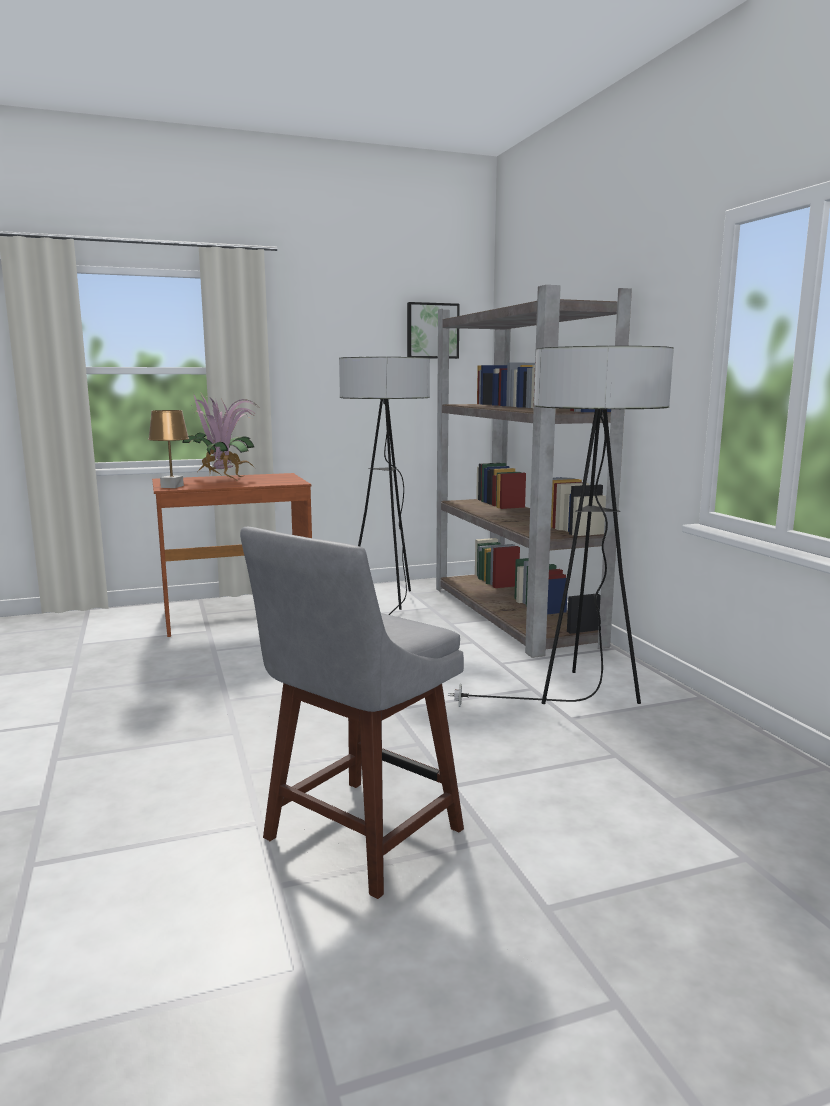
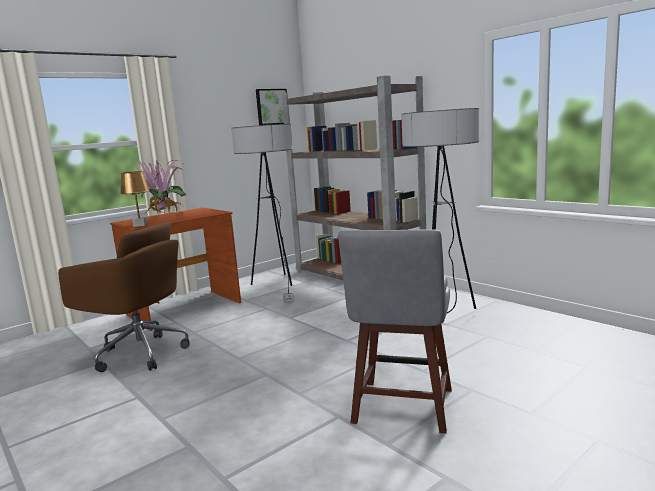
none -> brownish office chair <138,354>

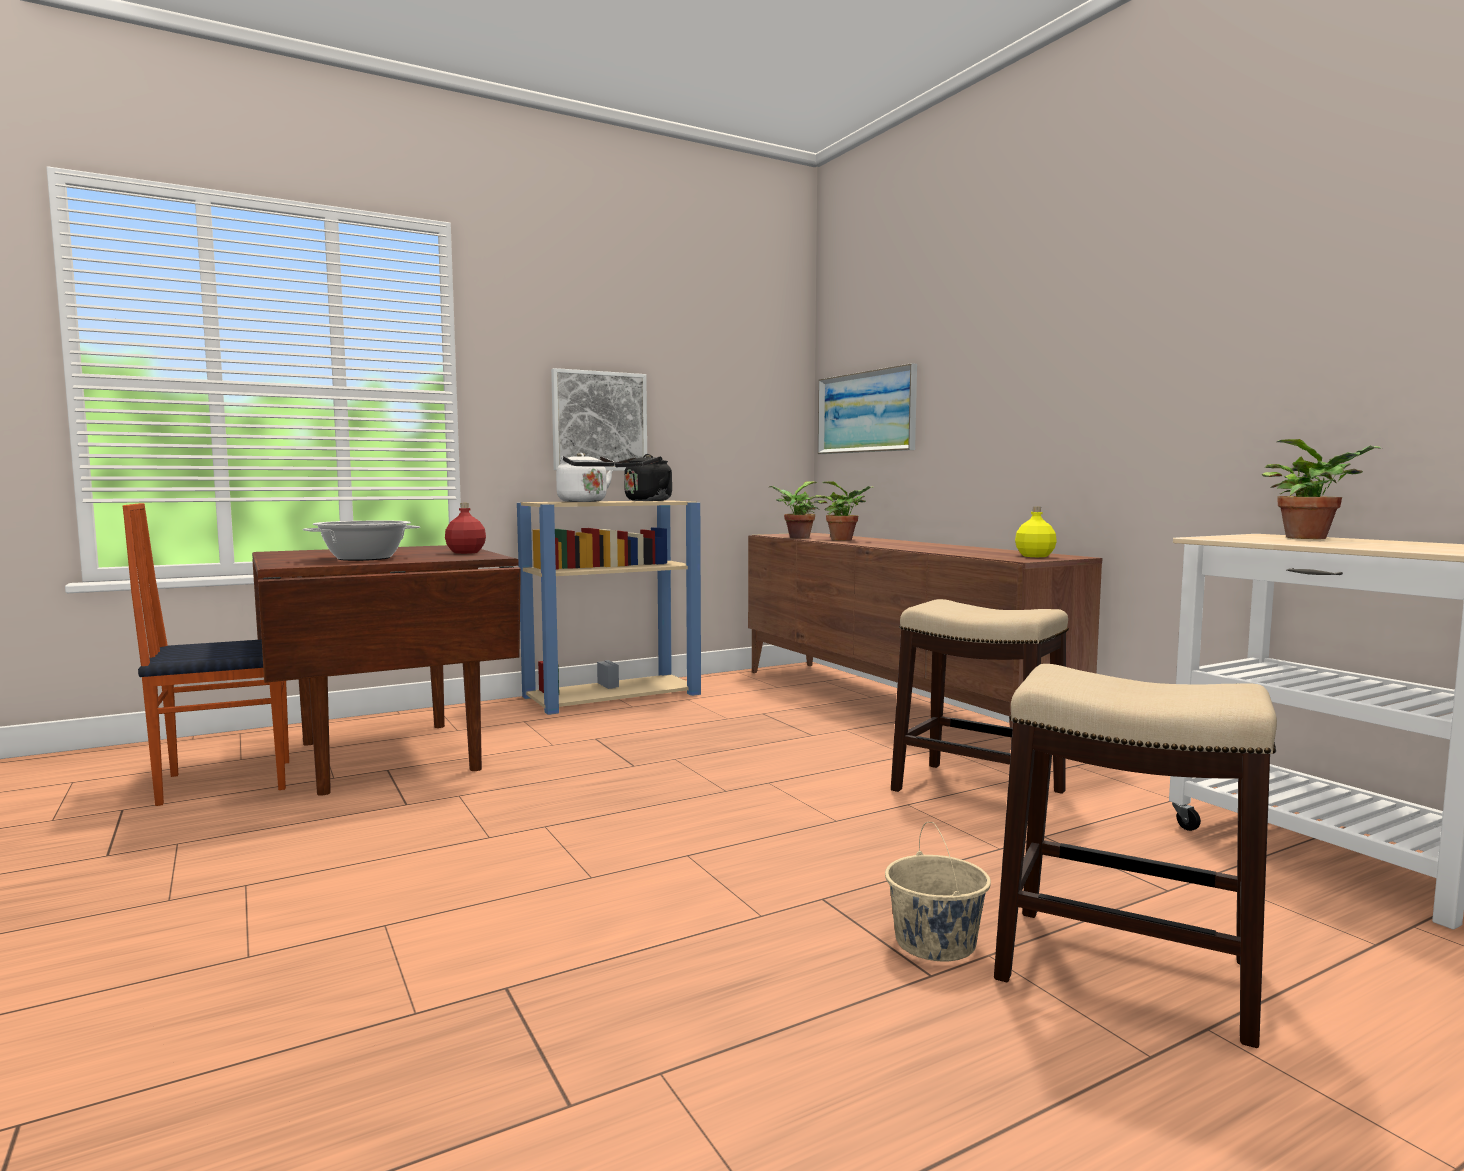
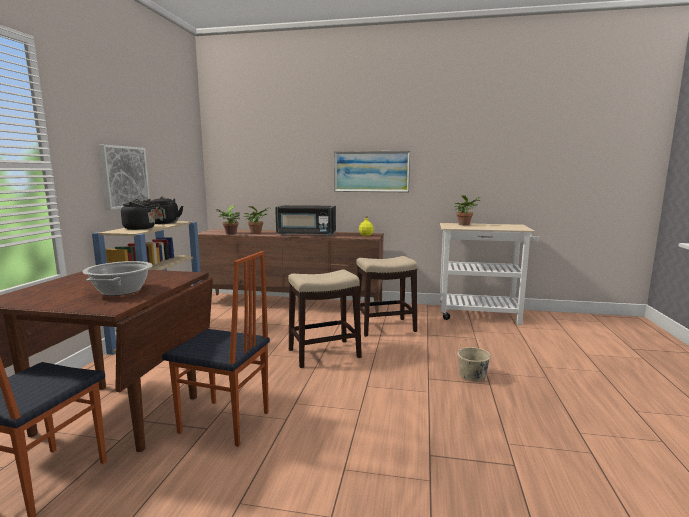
picture <866,412> -> picture <371,171>, moved
whitish tea kettle <584,501> -> black tea kettle <142,228>
red-coloured drink bottle <465,552> -> none
stool <1128,971> -> stool <325,353>, moved
none -> black microwave <306,235>
none -> upright chair <224,423>

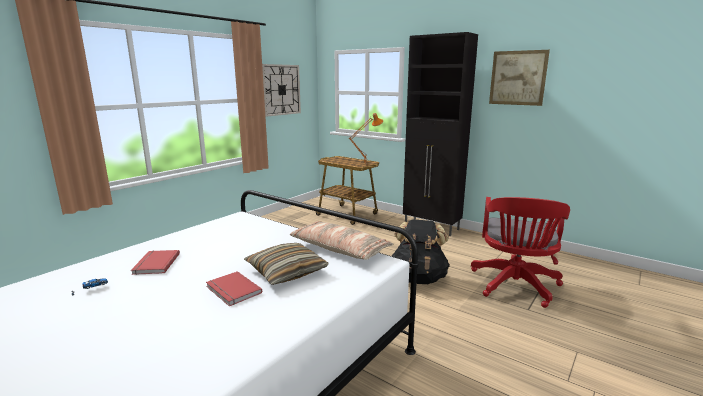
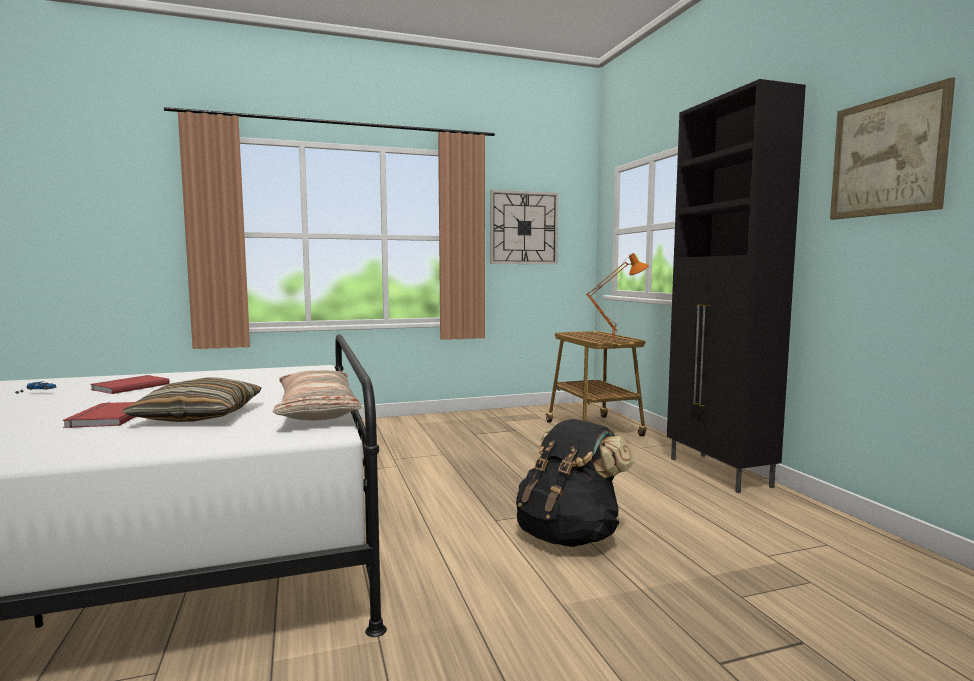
red-coloured office chair <515,286> -> none

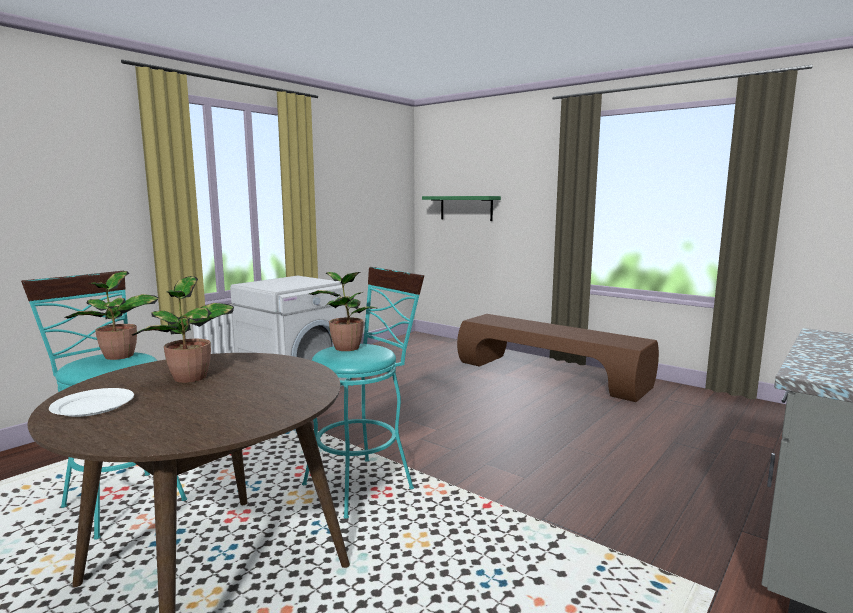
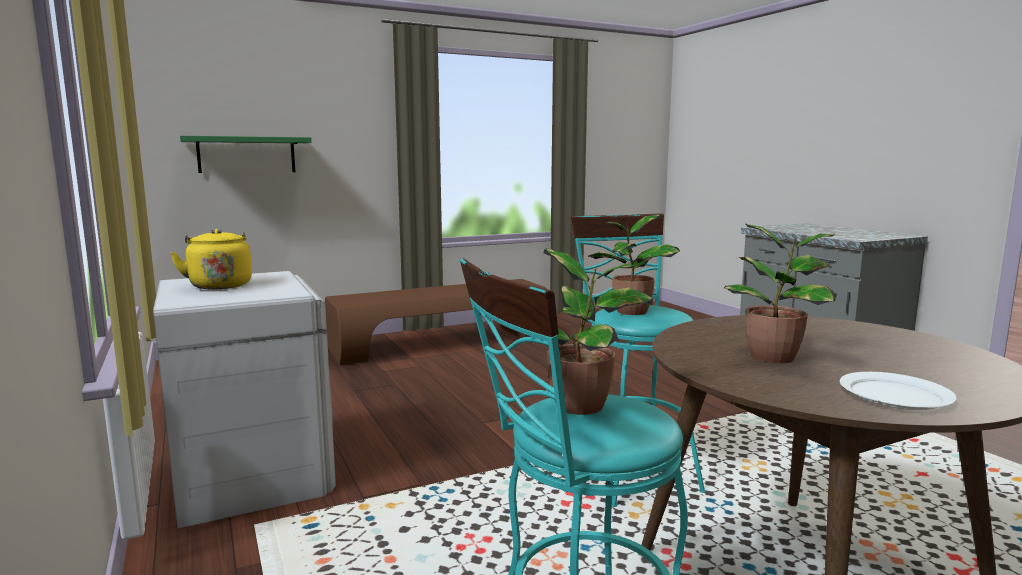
none -> yellow-coloured tea kettle <220,285>

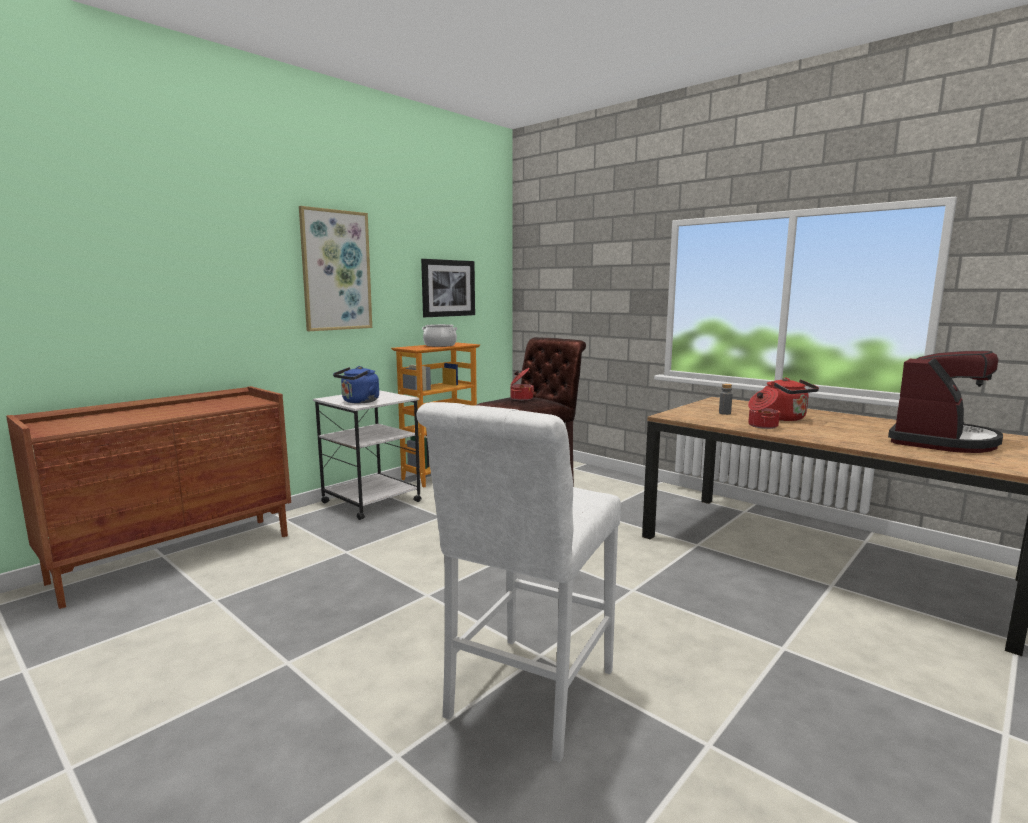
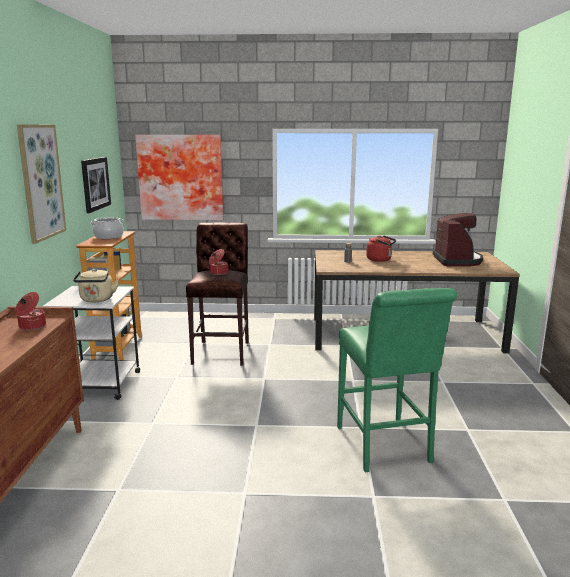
blue-coloured tea kettle <359,402> -> beige-coloured tea kettle <96,300>
stockpot <762,426> -> stockpot <31,326>, moved
whitish stool <525,698> -> greenish stool <384,447>
none -> picture <181,177>

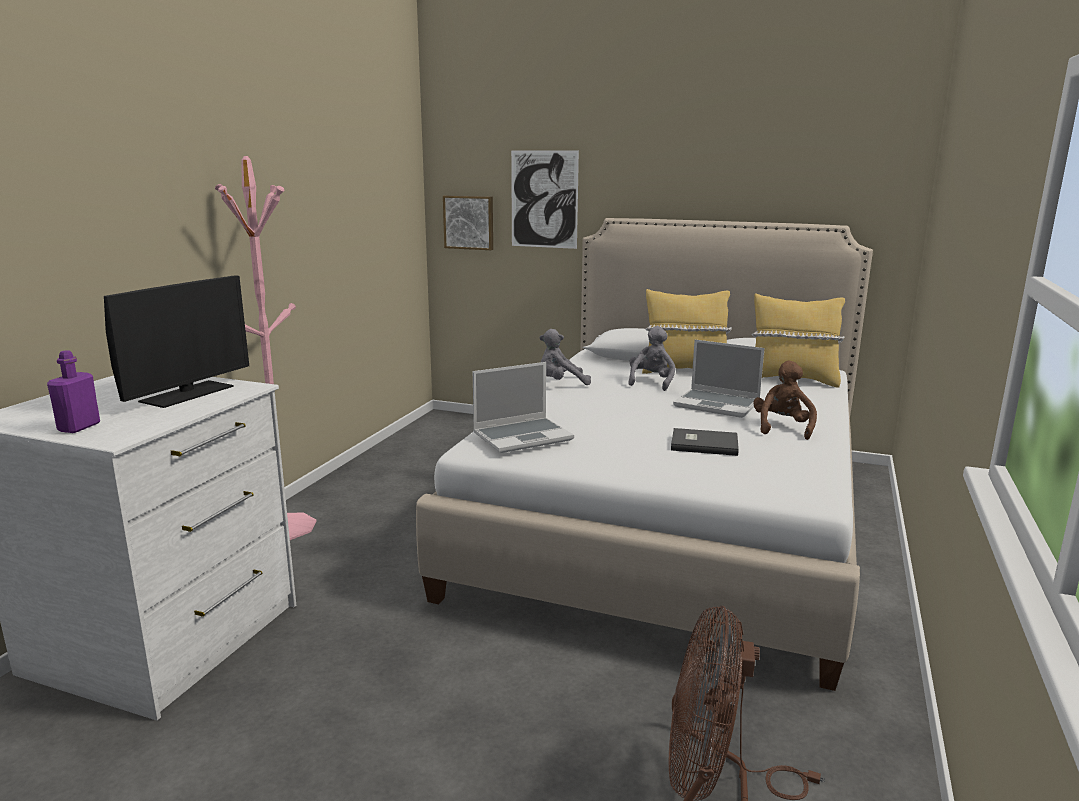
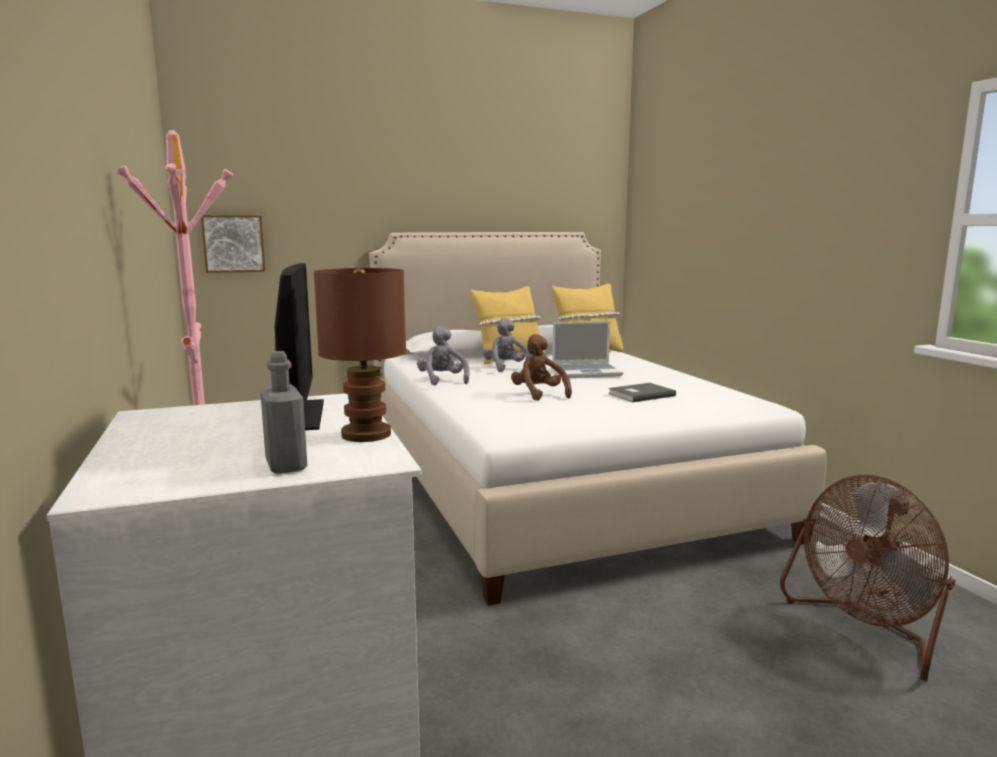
picture <544,199> -> none
gray plush toy <561,383> -> gray plush toy <442,380>, 120 degrees clockwise
purple drink bottle <79,427> -> gray drink bottle <286,465>
brownish plush toy <782,428> -> brownish plush toy <539,394>, moved
notebook computer <523,436> -> none
none -> brownish lamp for a table <367,434>

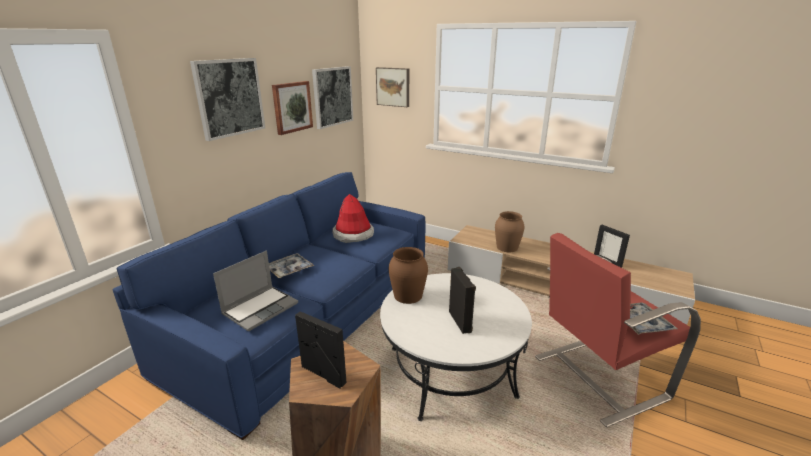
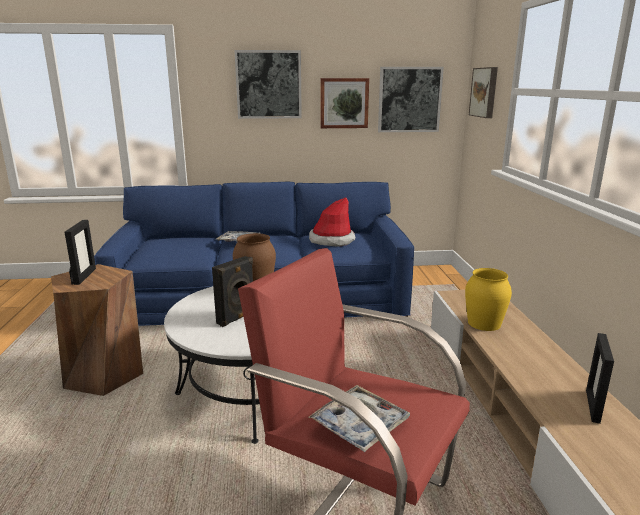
brownish vase <507,247> -> yellow-coloured vase <483,323>
notebook computer <260,308> -> none

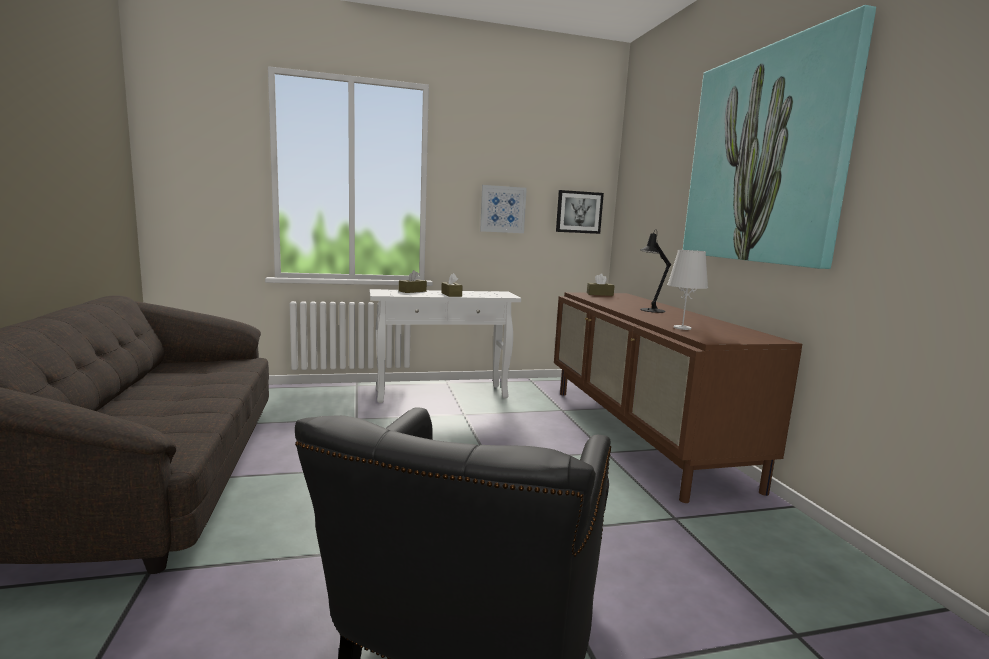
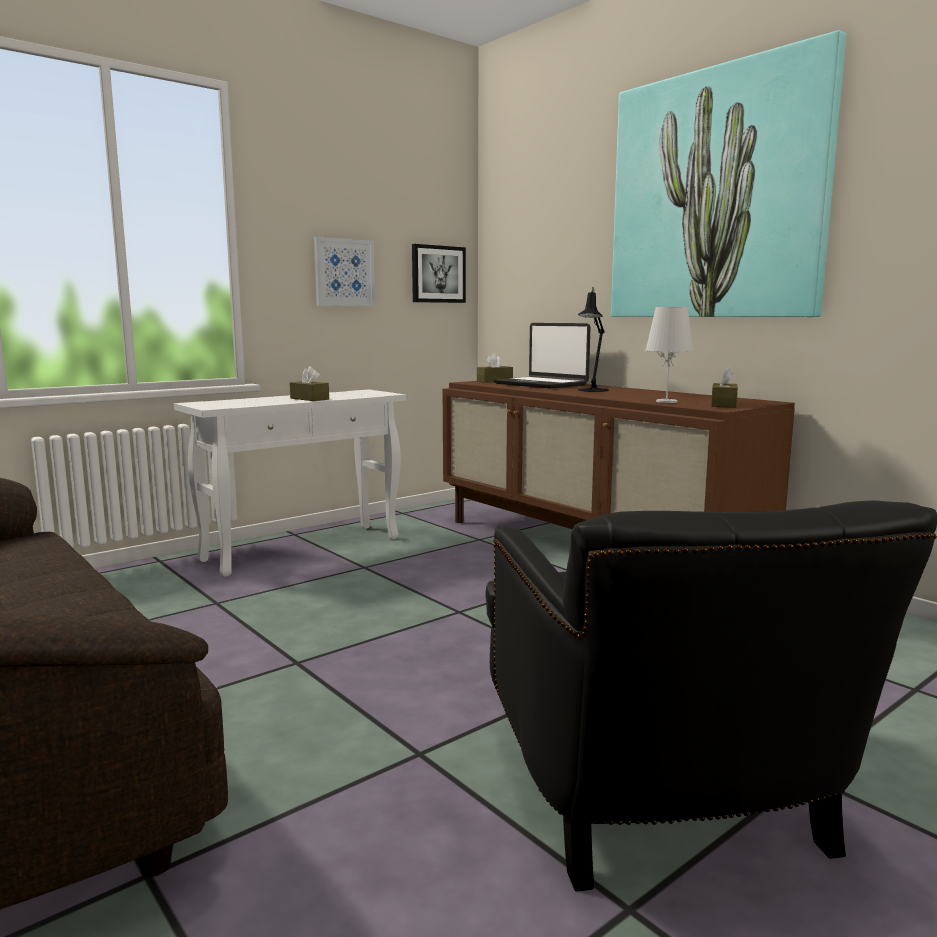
brownish tissue box <412,291> -> brownish tissue box <723,404>, moved
none -> notebook computer <541,384>

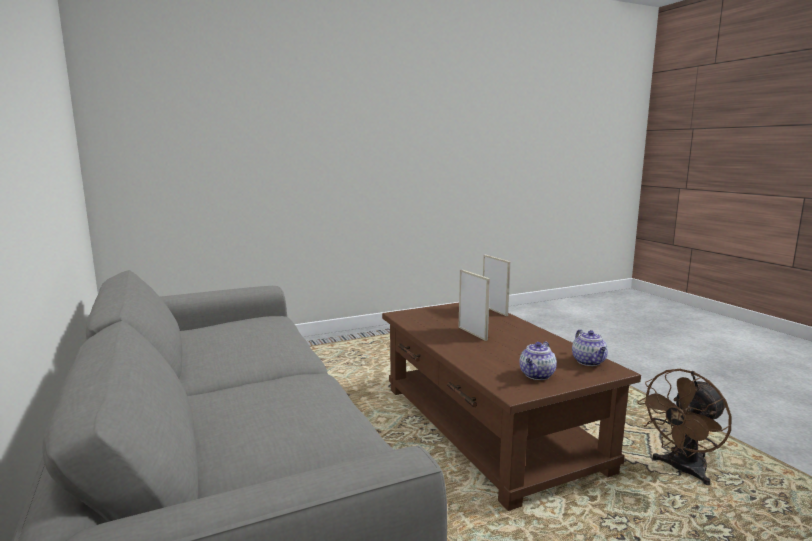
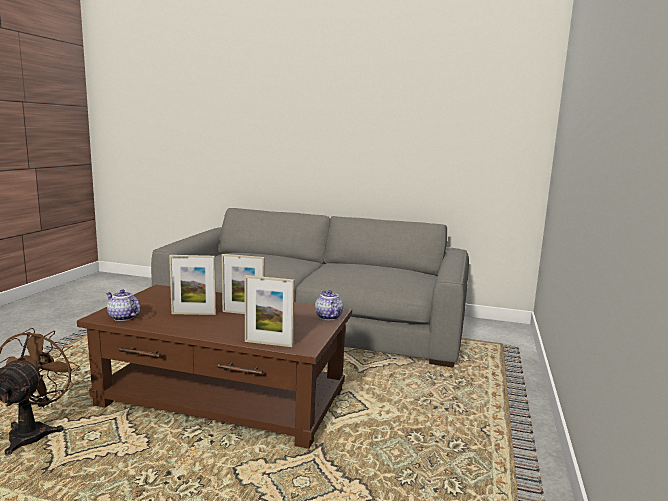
tea pot <537,375> -> tea pot <328,316>, moved
none -> photo frame <193,314>

